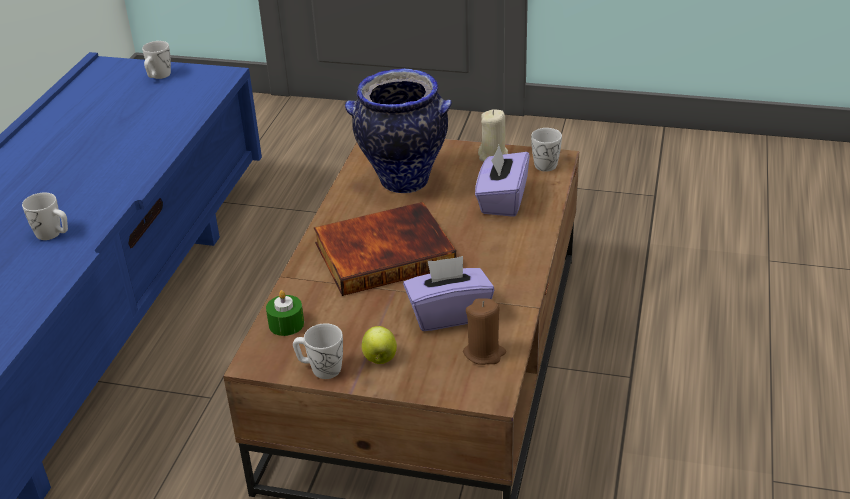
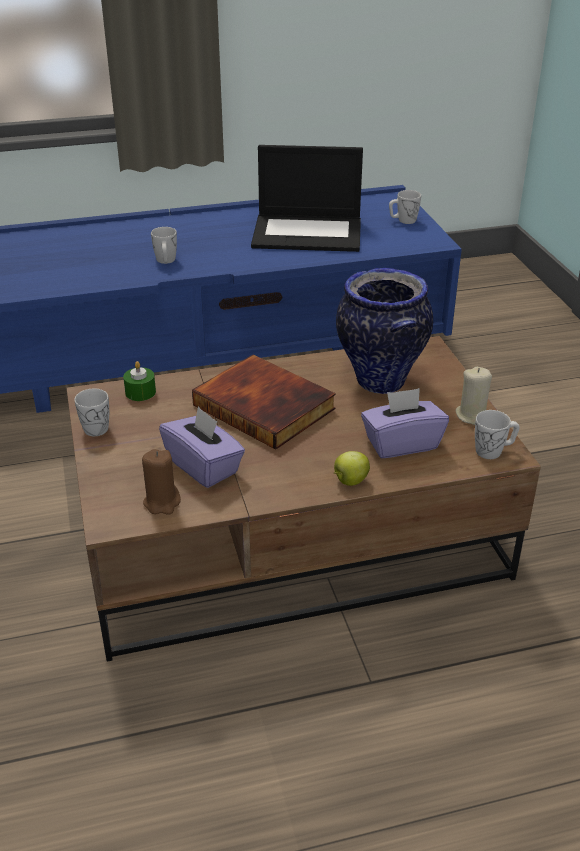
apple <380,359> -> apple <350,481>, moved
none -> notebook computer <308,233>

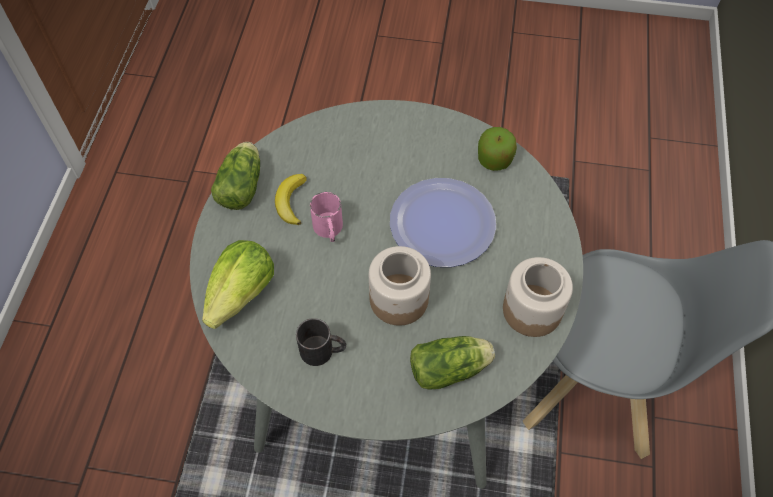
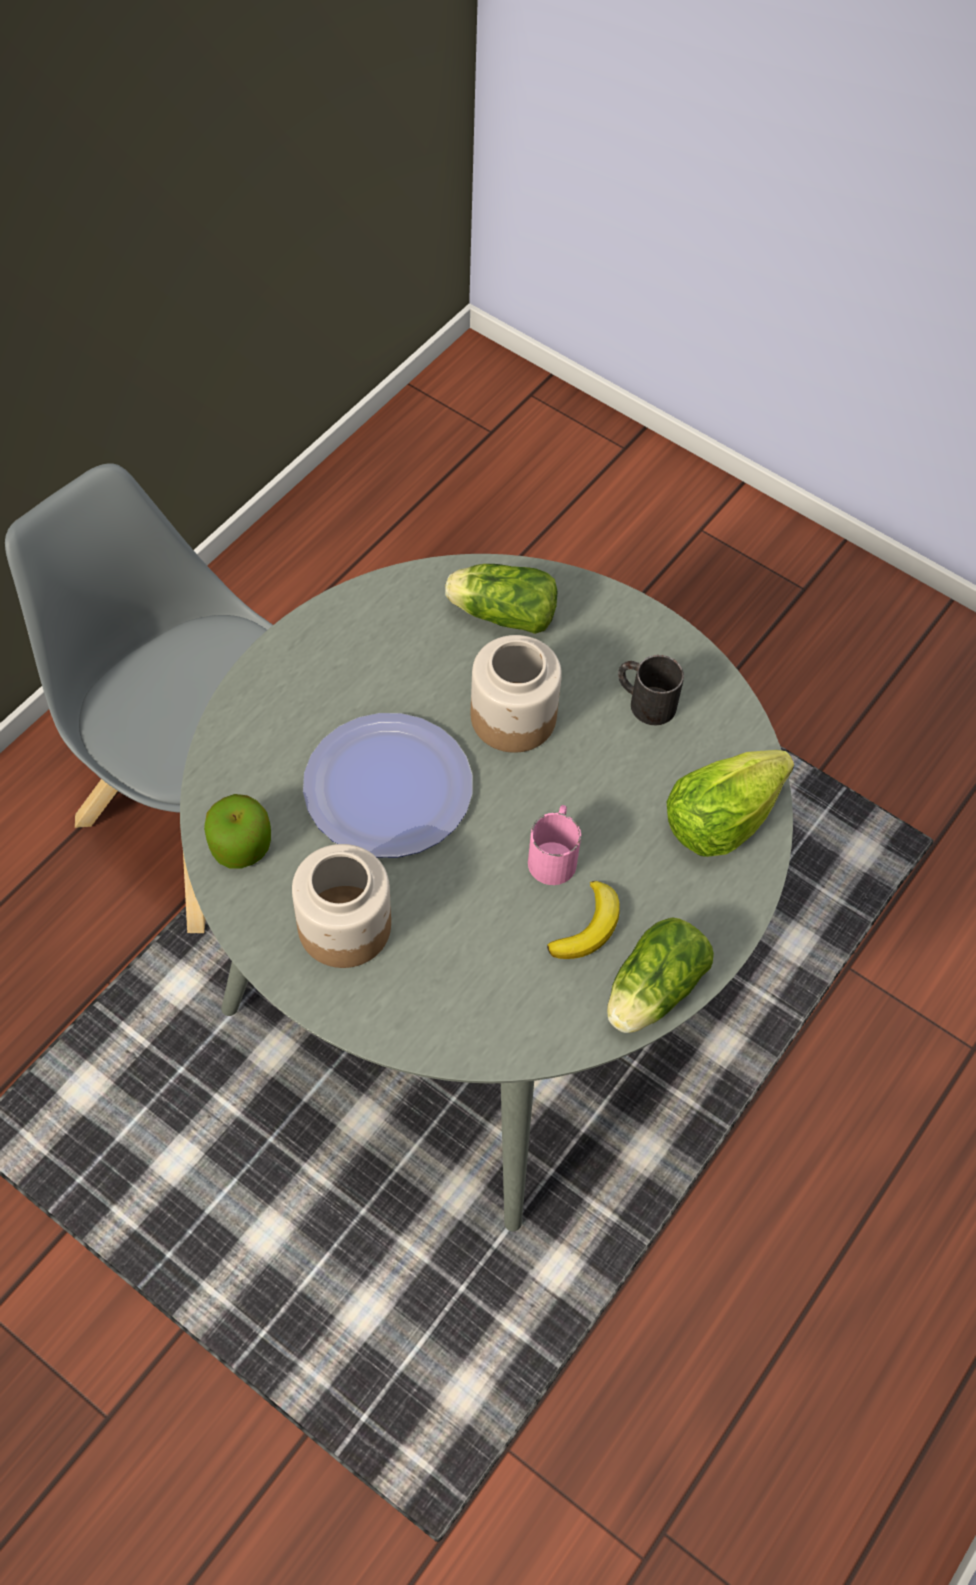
storage jar <532,309> -> storage jar <343,927>, moved

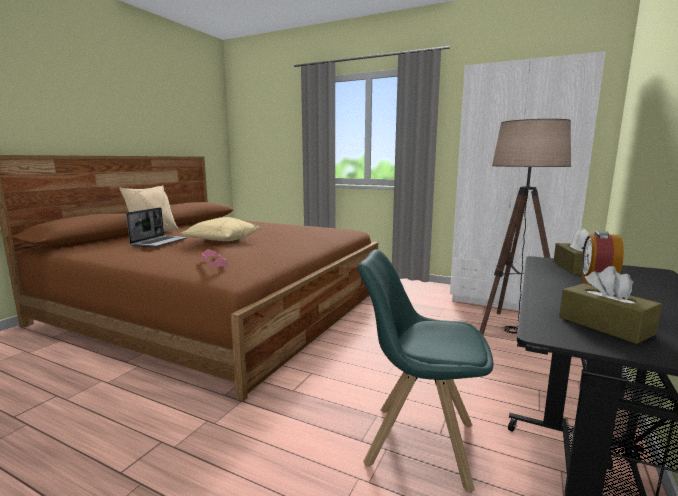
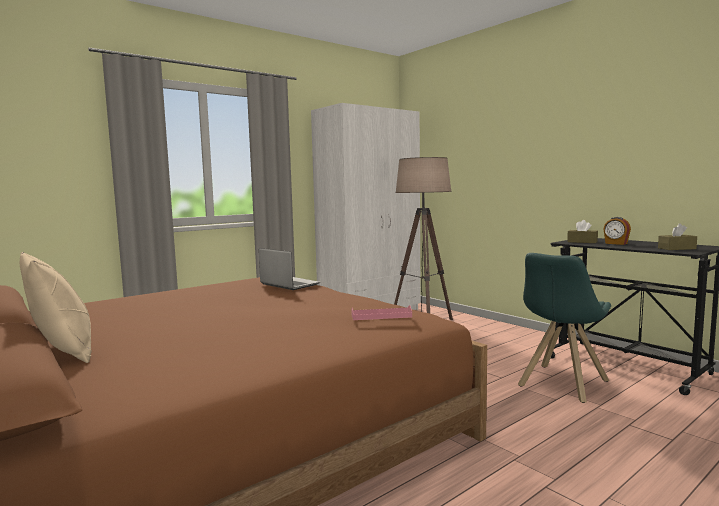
notebook computer <159,242> -> notebook computer <288,284>, moved
beige-coloured pillow <222,241> -> none

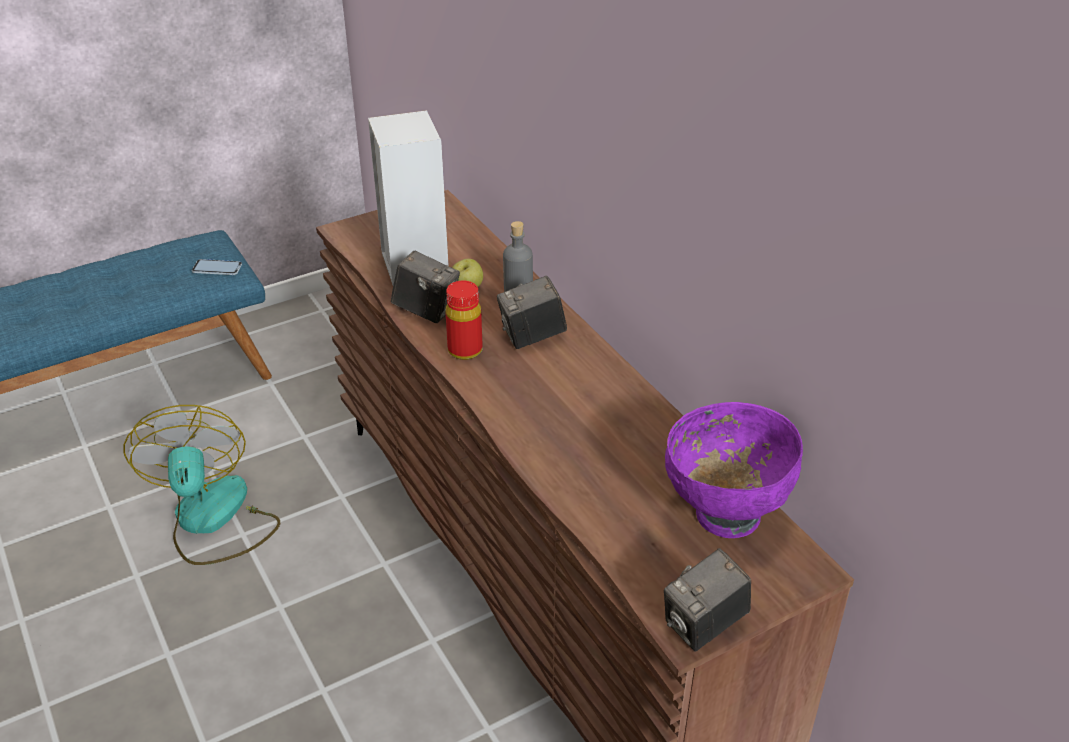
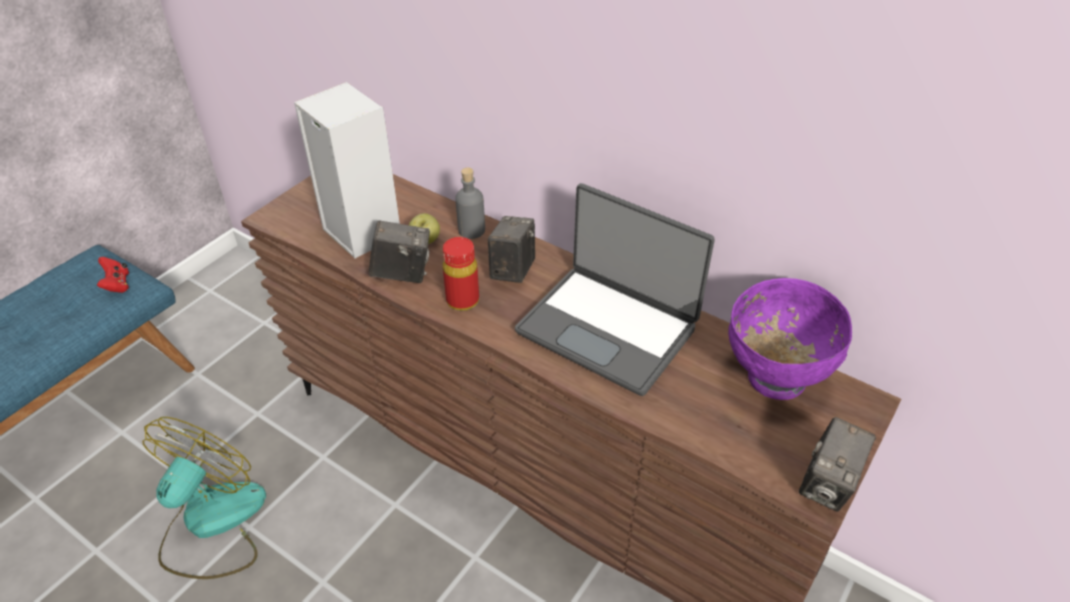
handset <217,268> -> red-coloured joypad <117,284>
photo camera <532,337> -> photo camera <512,270>, 150 degrees clockwise
electric fan <213,520> -> electric fan <212,524>, 60 degrees clockwise
none -> notebook computer <608,328>

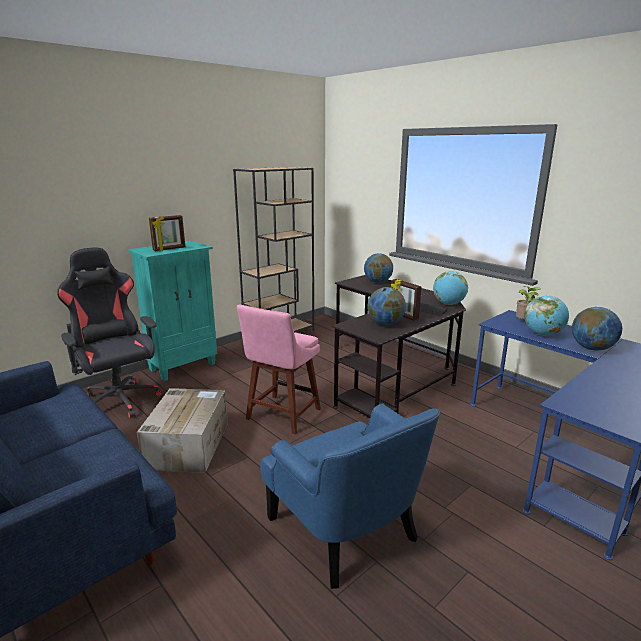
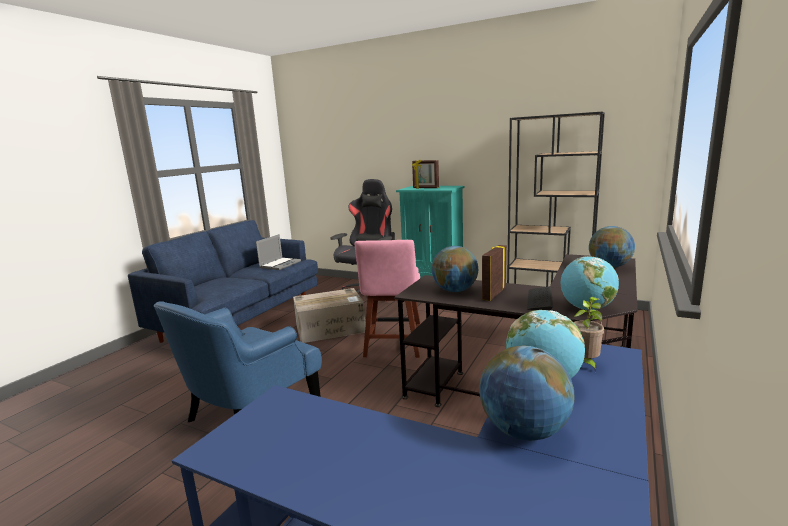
pink-coloured upright chair <281,415> -> pink-coloured upright chair <393,347>, 90 degrees counterclockwise
none -> notebook computer <280,264>

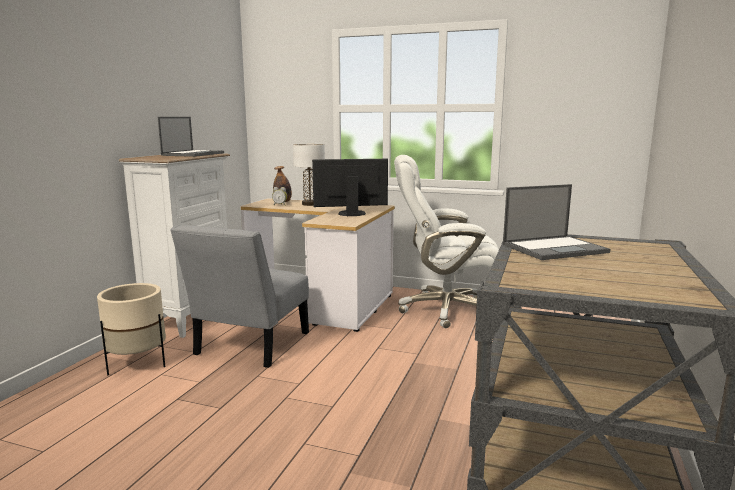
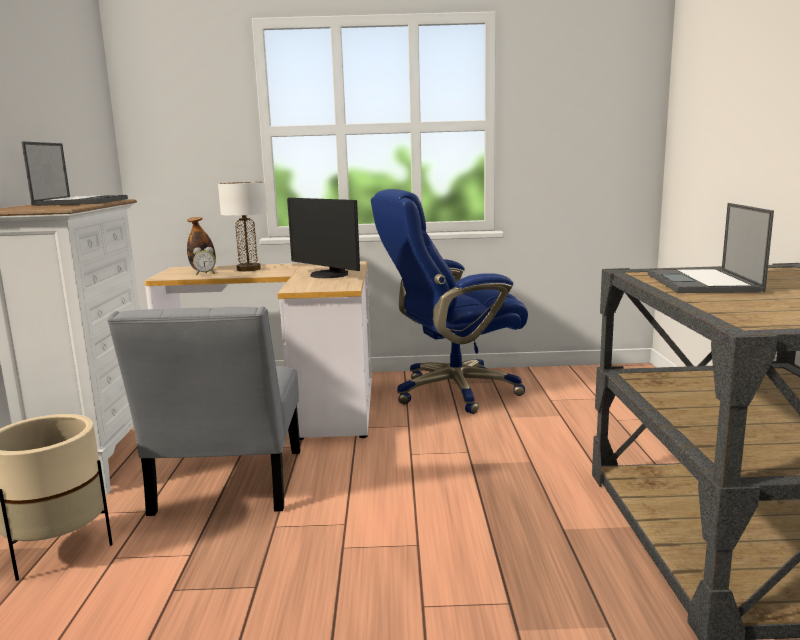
whitish office chair <443,311> -> blue-coloured office chair <451,393>
computer display <351,213> -> computer display <327,275>, 105 degrees counterclockwise
notebook computer <555,248> -> notebook computer <703,283>, 135 degrees clockwise

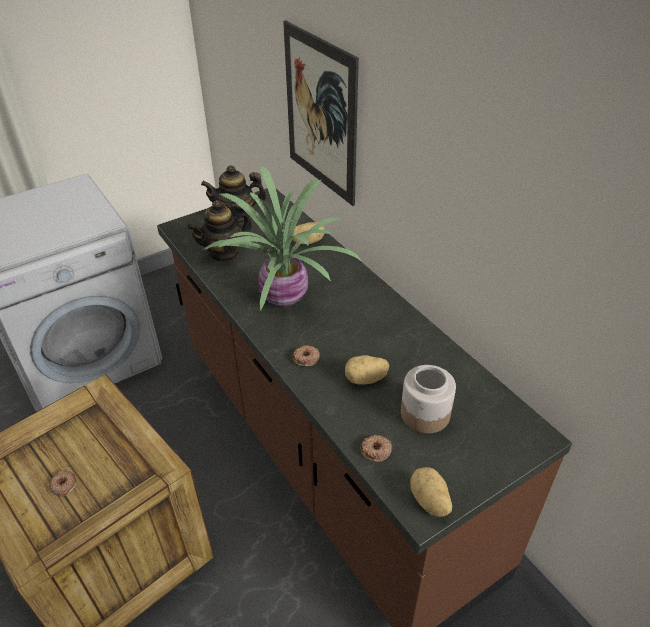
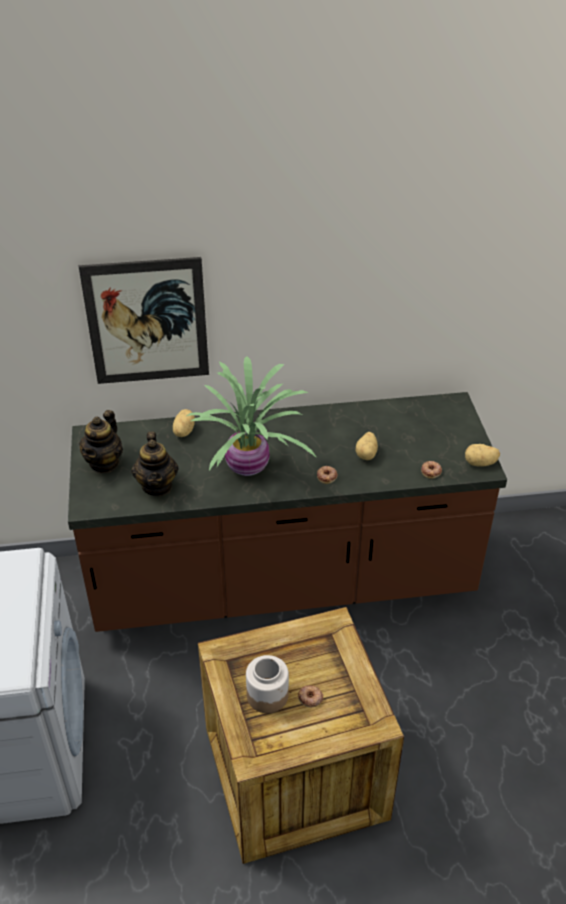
storage jar <426,414> -> storage jar <267,695>, moved

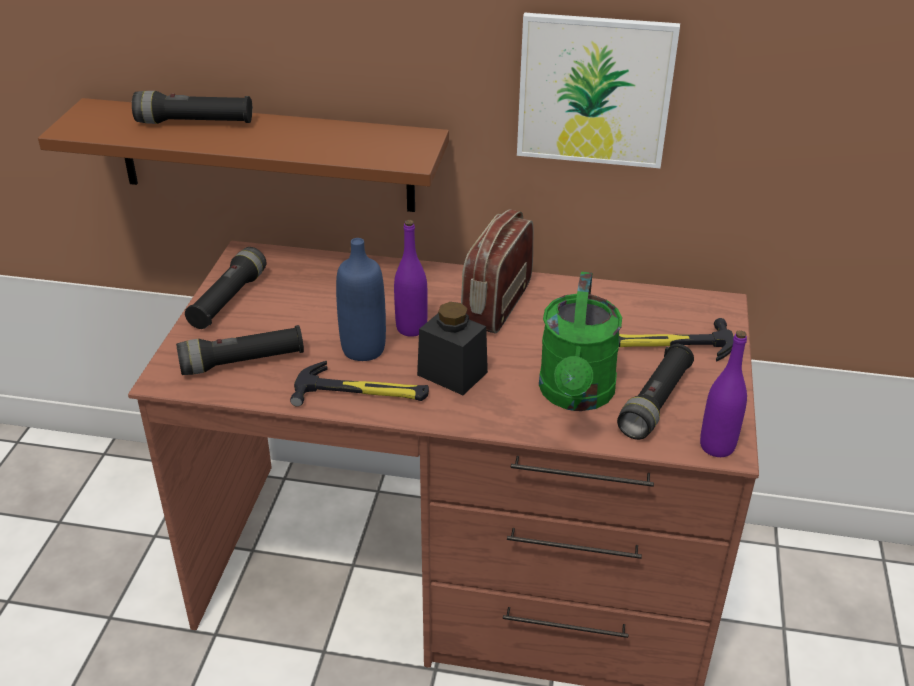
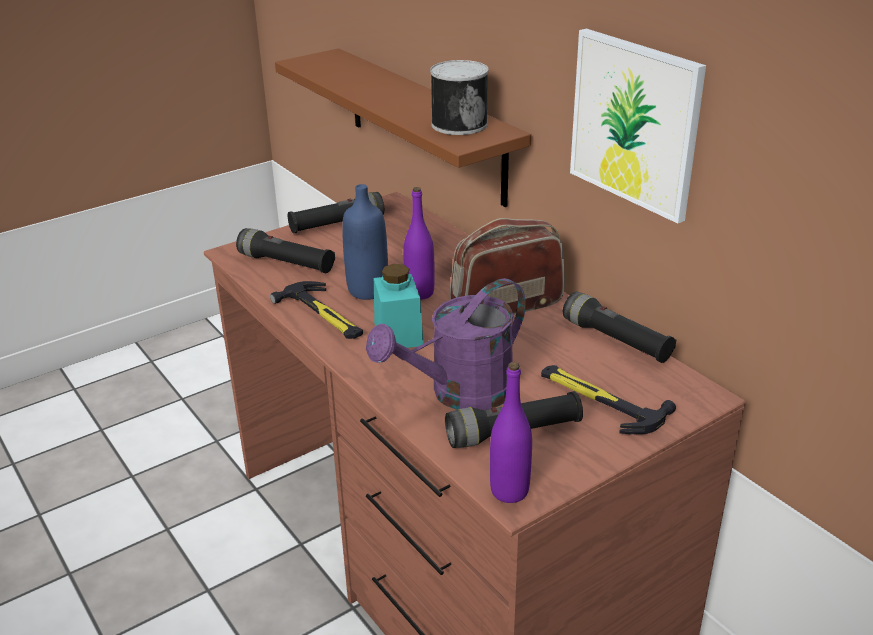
black hand torch <195,123> -> black hand torch <616,340>, moved
greenish watering pot <576,396> -> purple watering pot <460,394>
black storage jar <452,373> -> turquoise storage jar <398,334>
none -> metal can <459,124>

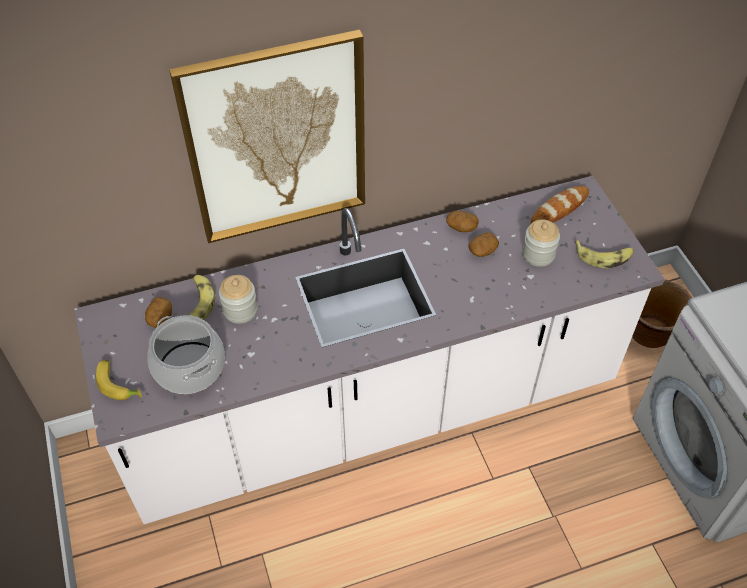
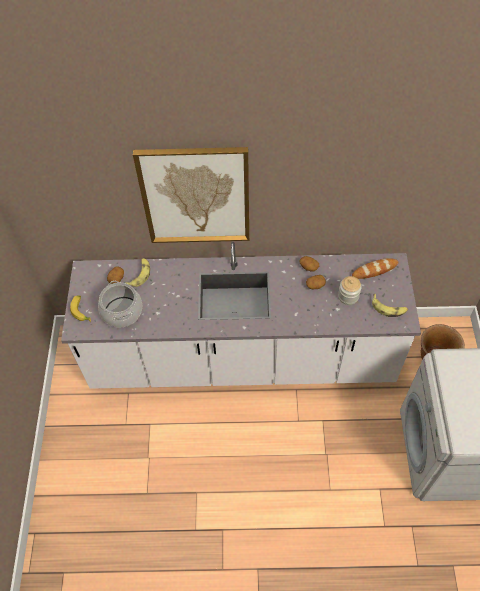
storage jar <240,310> -> none

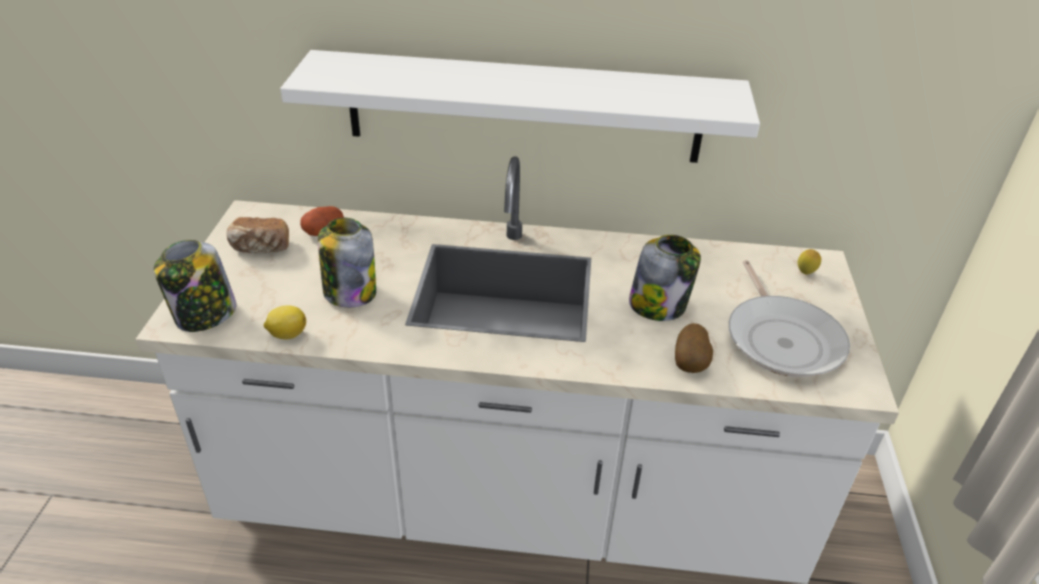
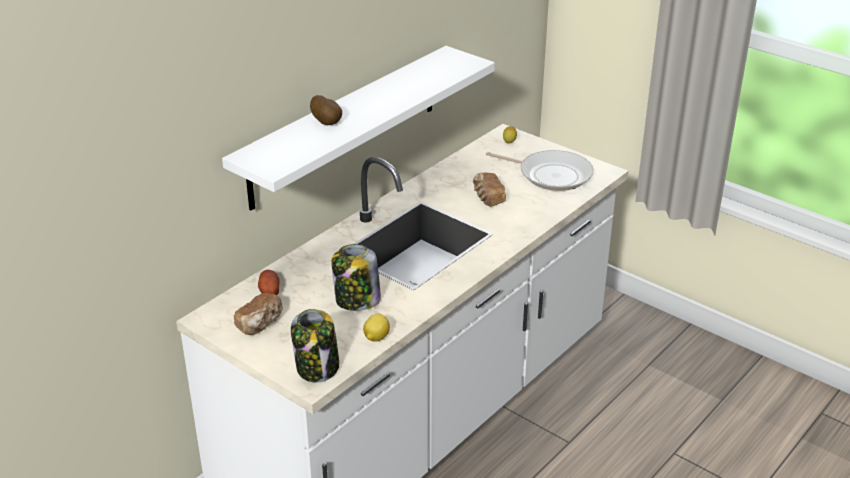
storage jar <659,305> -> bread <487,198>
potato <691,364> -> potato <327,122>, moved

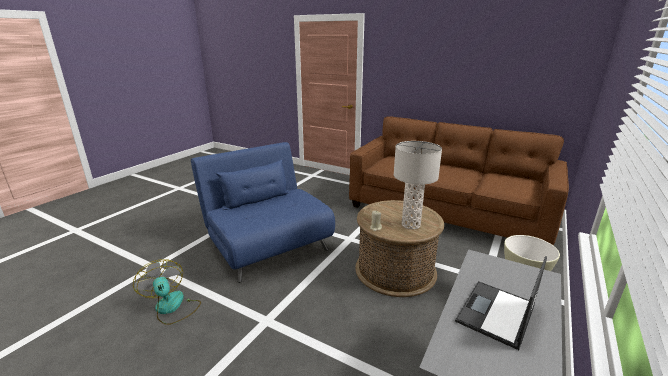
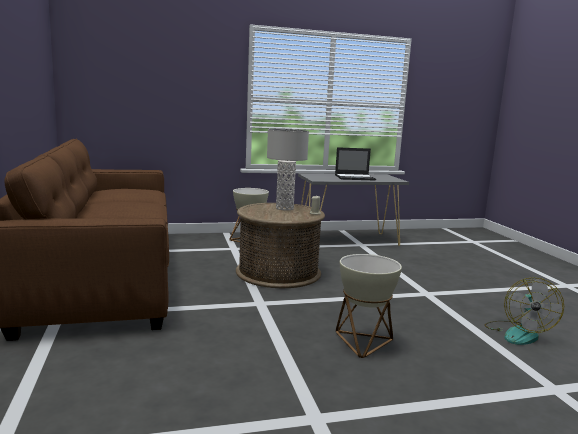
blue-coloured armchair <266,243> -> planter <362,344>

